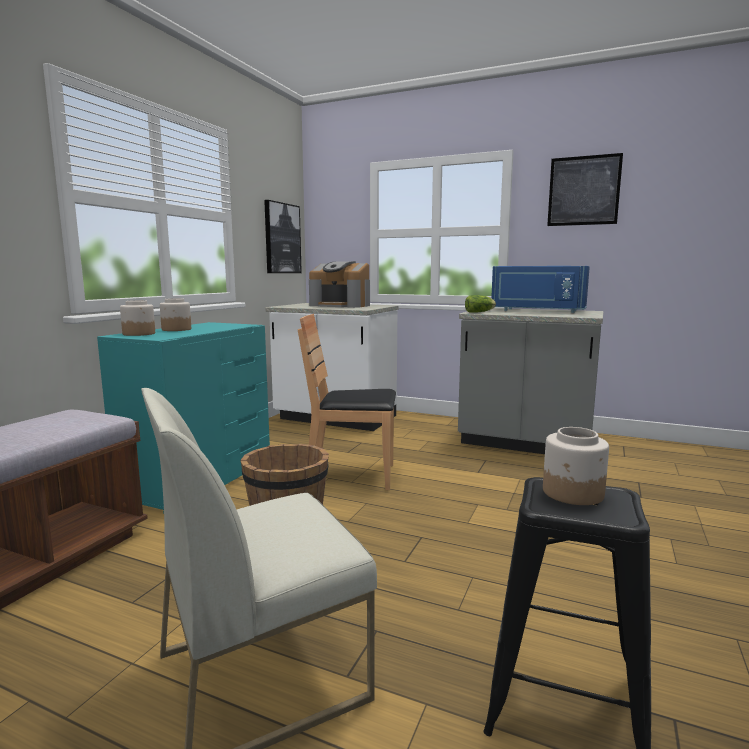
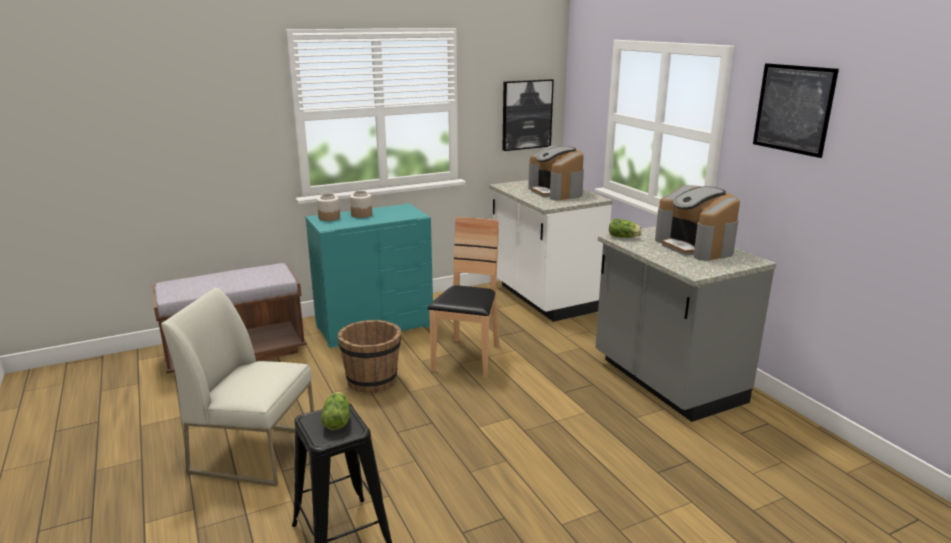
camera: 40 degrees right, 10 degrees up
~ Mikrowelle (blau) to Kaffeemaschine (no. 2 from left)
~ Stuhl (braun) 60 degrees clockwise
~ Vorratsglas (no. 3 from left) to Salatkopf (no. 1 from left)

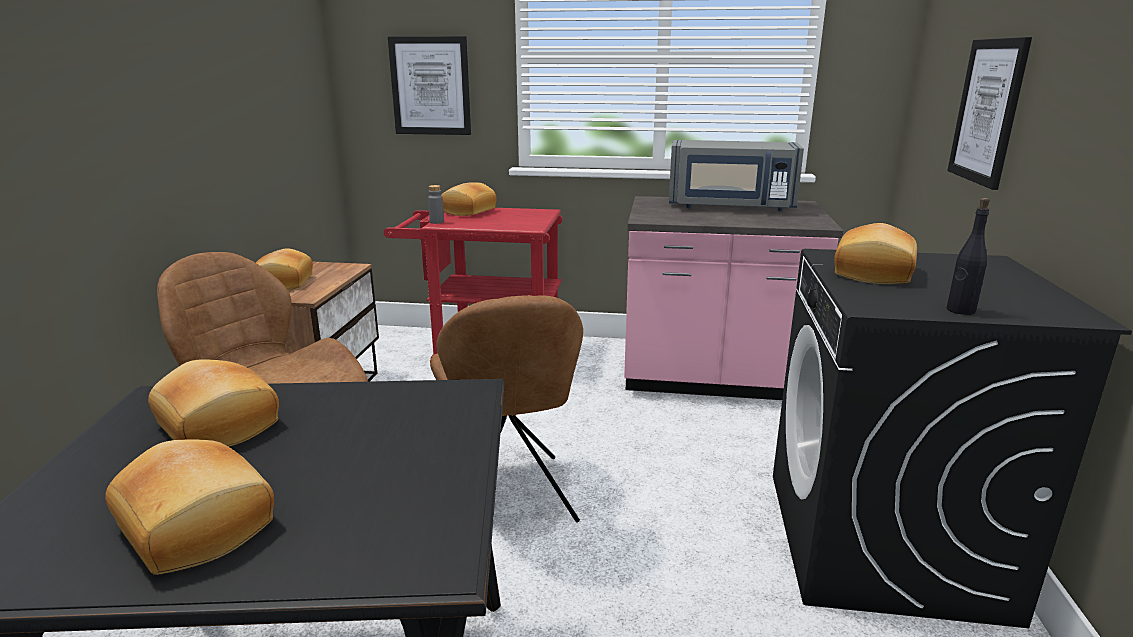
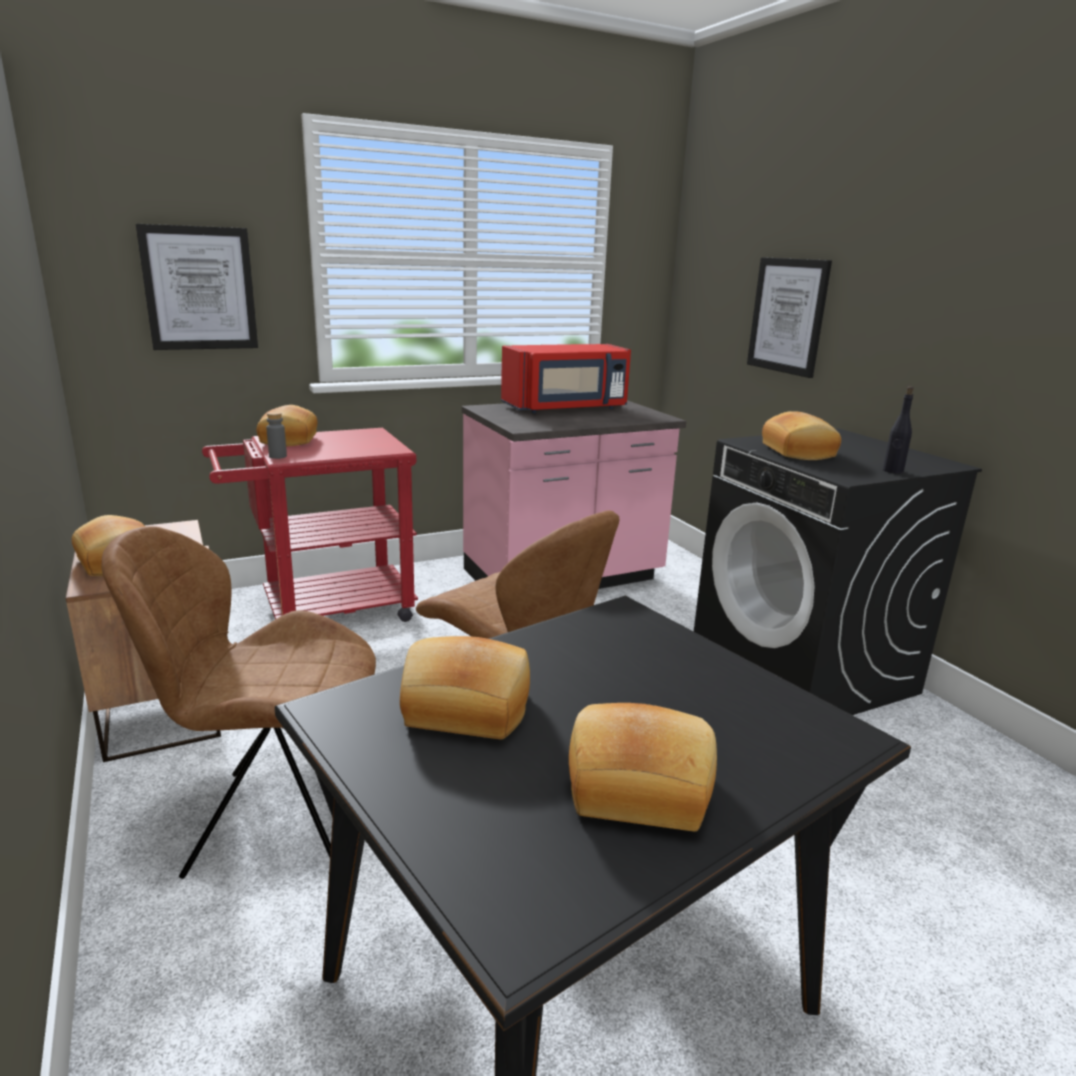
camera: 35 degrees left, 0 degrees up
~ Mikrowelle (grau) to Mikrowelle (rot)

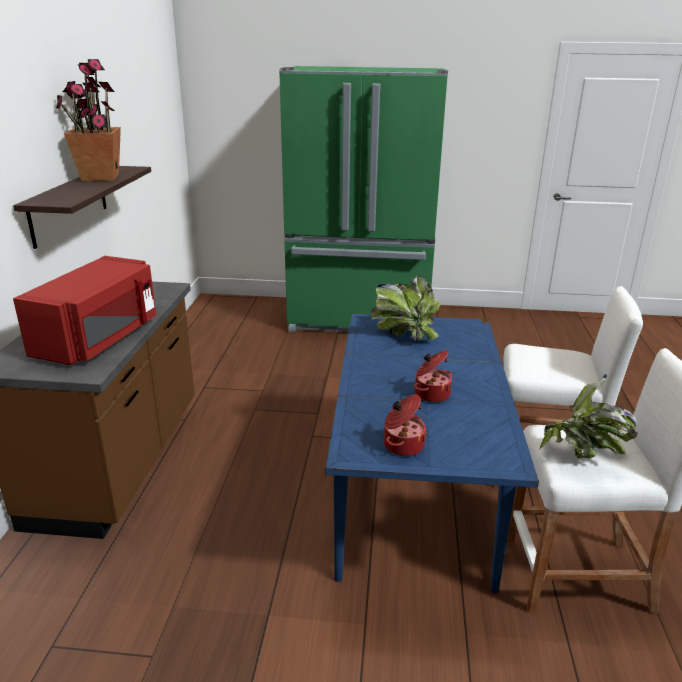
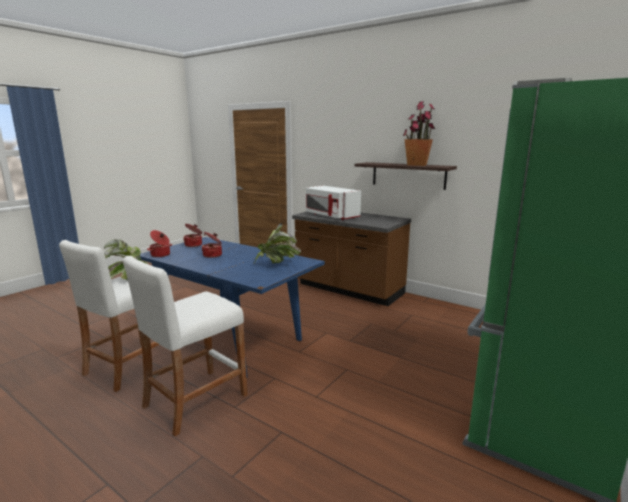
camera: 120 degrees right, 10 degrees down
~ Mikrowelle (rot) to Mikrowelle (weiß)
+ Kochtopf (no. 1 from left)

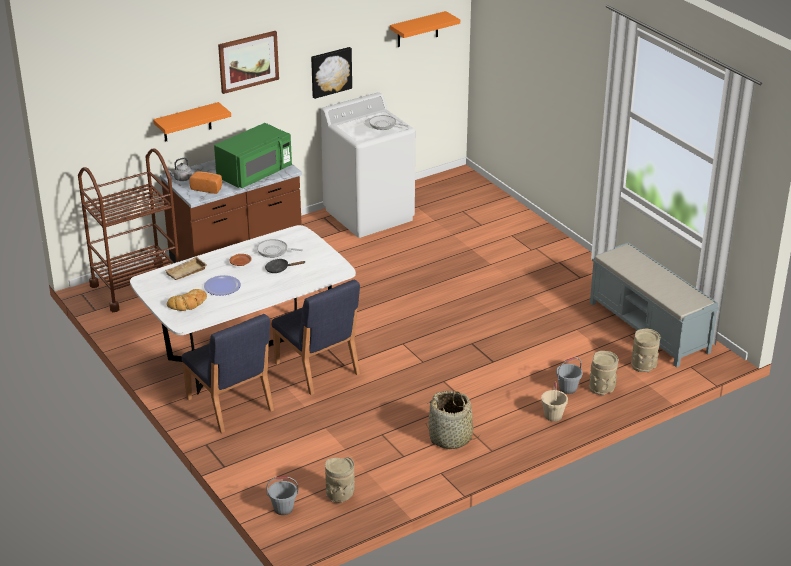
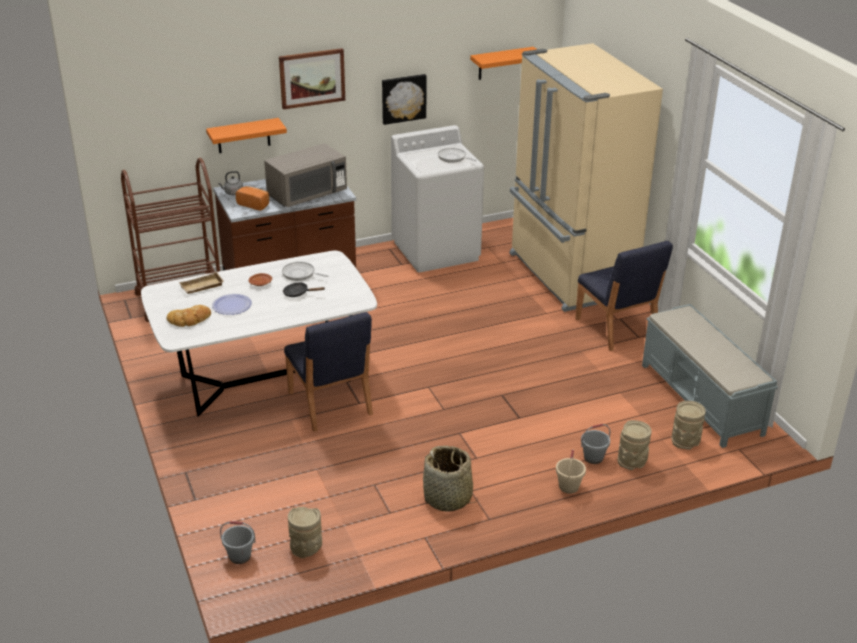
camera: 10 degrees right, 0 degrees up
~ Mikrowelle (grün) to Mikrowelle (grau)
~ Stuhl (blau) (no. 1 from left in the first image) to Stuhl (blau) (no. 2 from left)
+ Kühlschrank (beige)

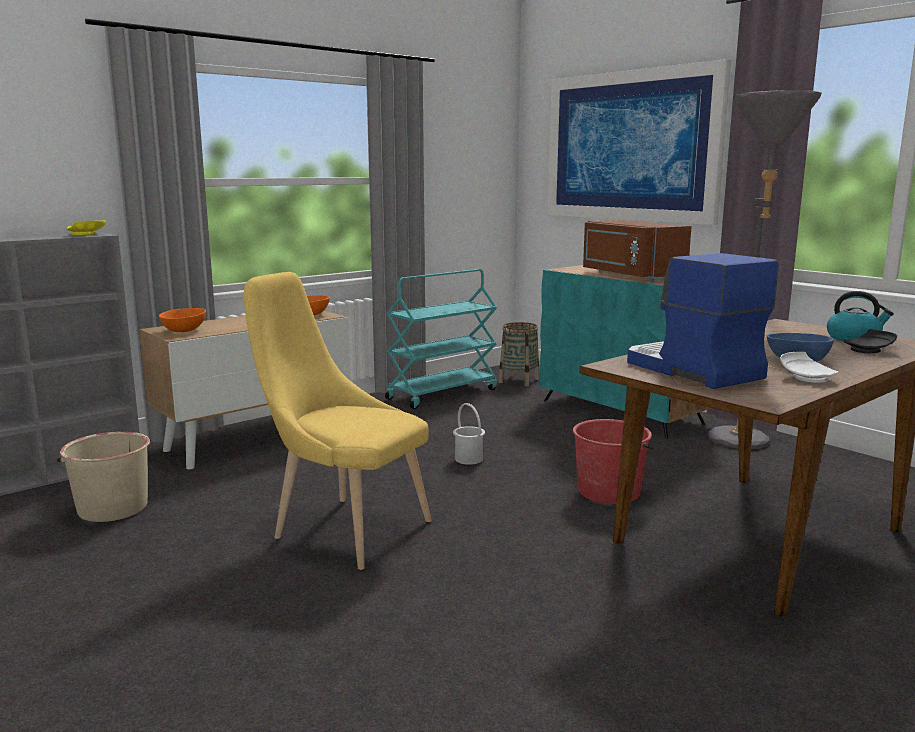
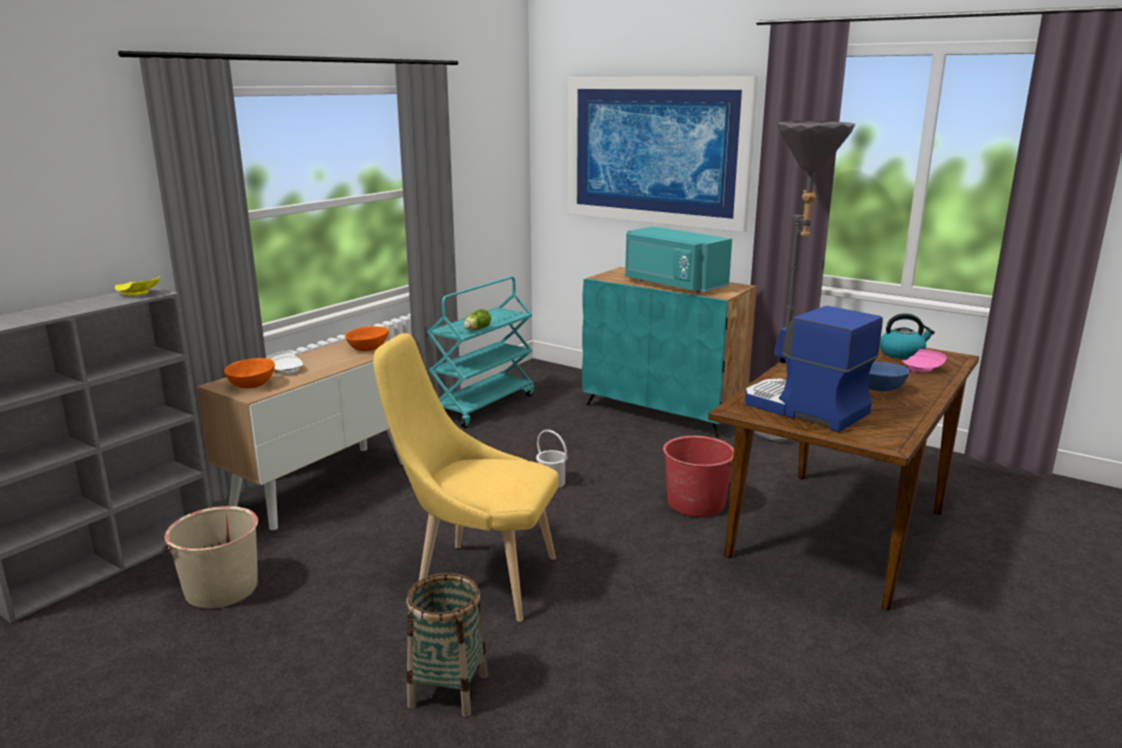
camera: 15 degrees left, 5 degrees up
~ Mikrowelle (braun) to Mikrowelle (türkis)
~ Korb
~ Teller (schwarz) to Teller (rosa)
~ Teller (weiß)
+ Salatkopf

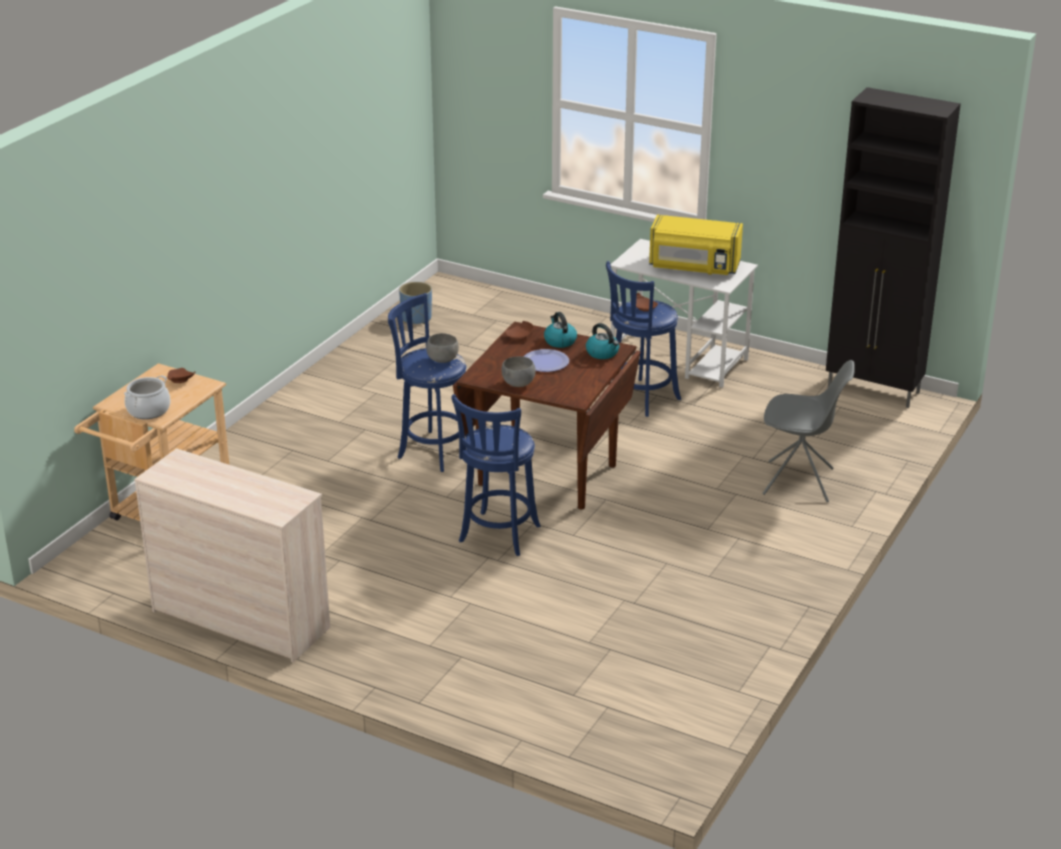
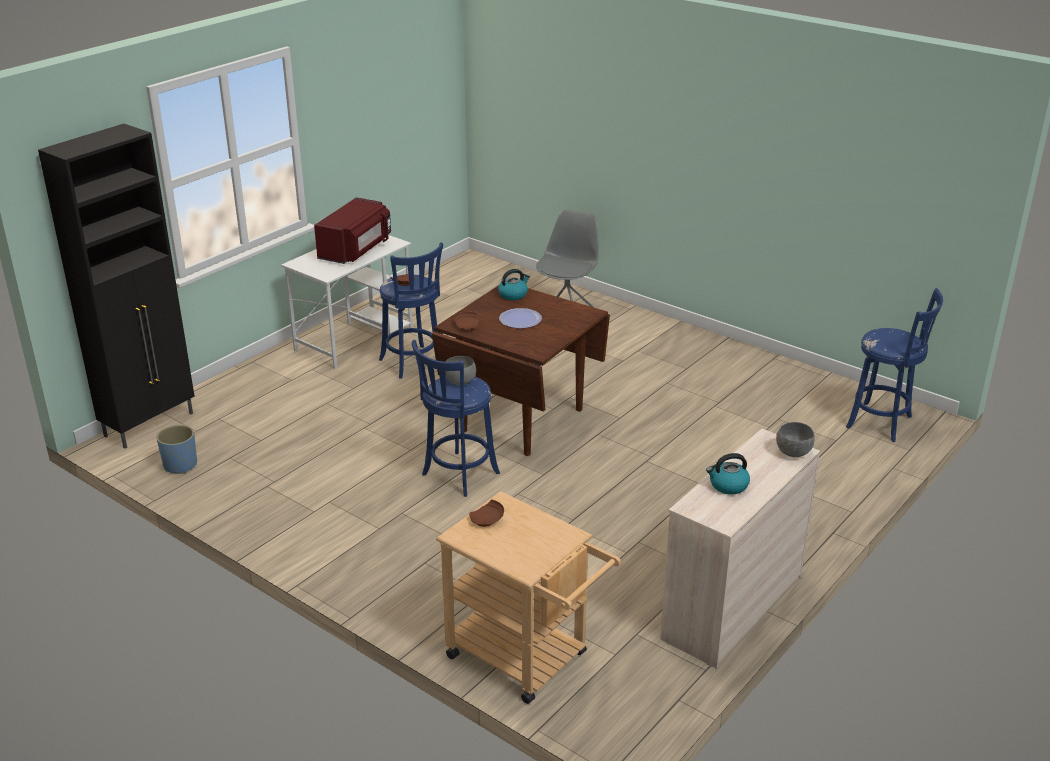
camera: 80 degrees left, 0 degrees up
~ Schrank (schwarz)
~ Mikrowelle (gelb) to Mikrowelle (rot)
~ Wasserkessel (no. 1 from left in the first image) to Wasserkessel (no. 2 from left)
~ Schüssel (grau) (no. 2 from left)
- Kochtopf
~ Hocker (blau) (no. 2 from left in the first image) to Hocker (blau) (no. 3 from left)

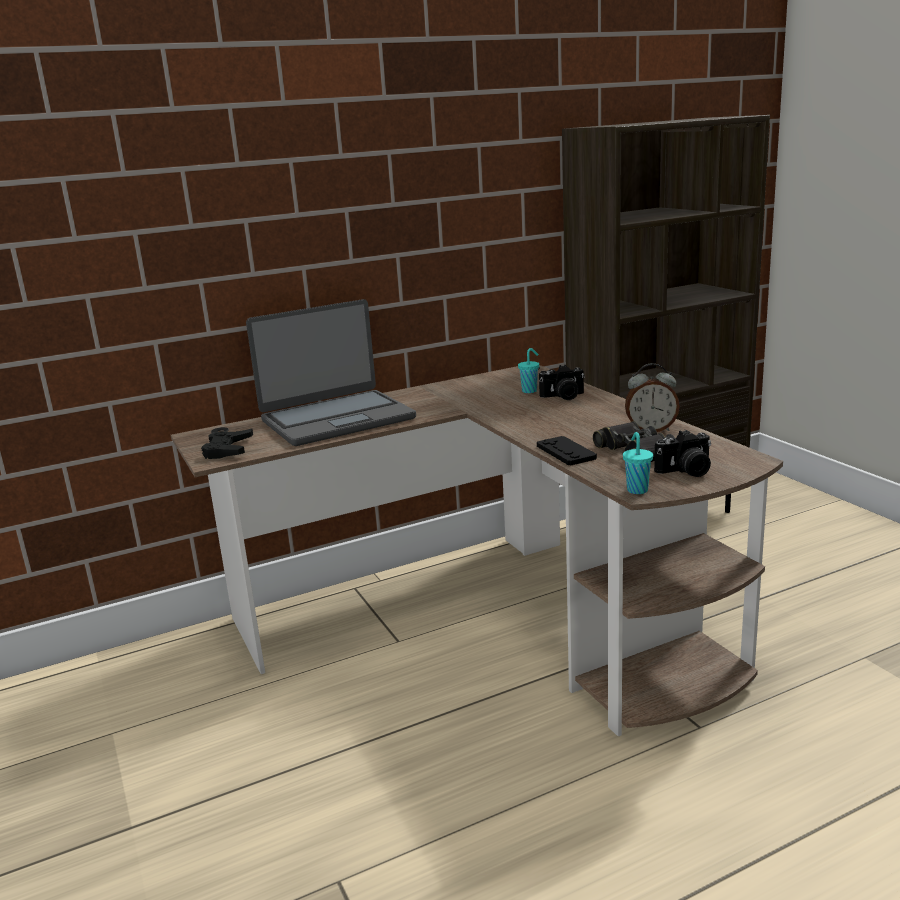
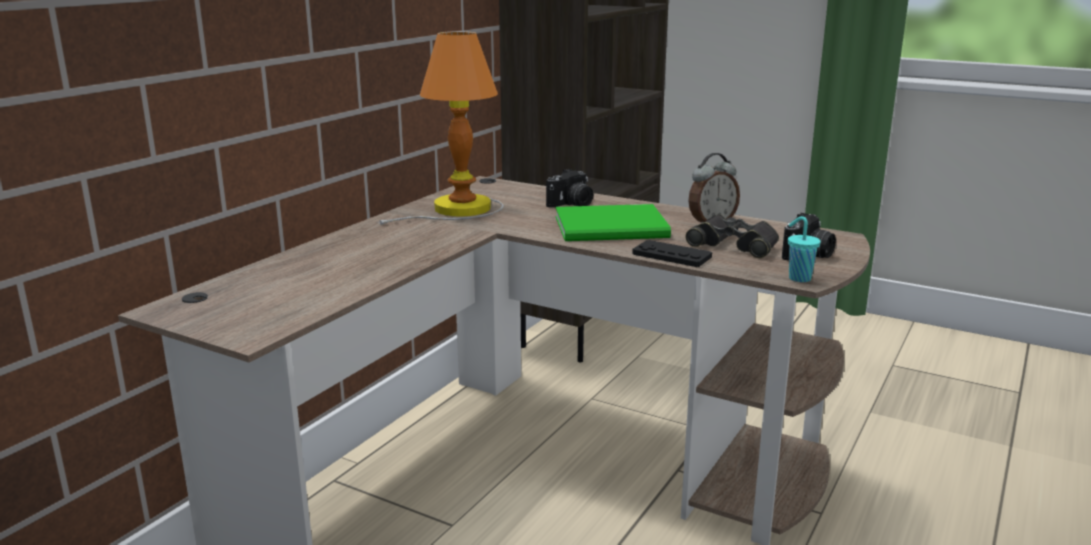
camera: 35 degrees left, 0 degrees up
- Laptop
- Tasse (türkis) (no. 1 from left)
- Gamepad (schwarz) (no. 1 from left)
+ Tischlampe
+ Buch (grün)

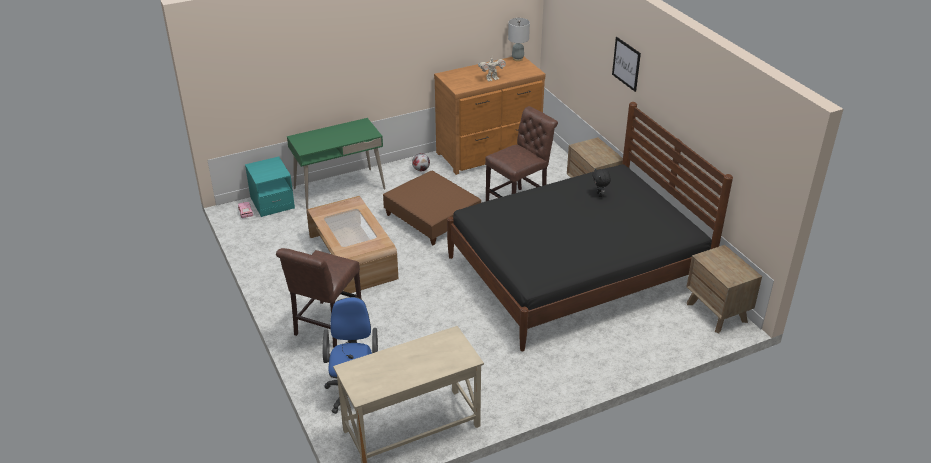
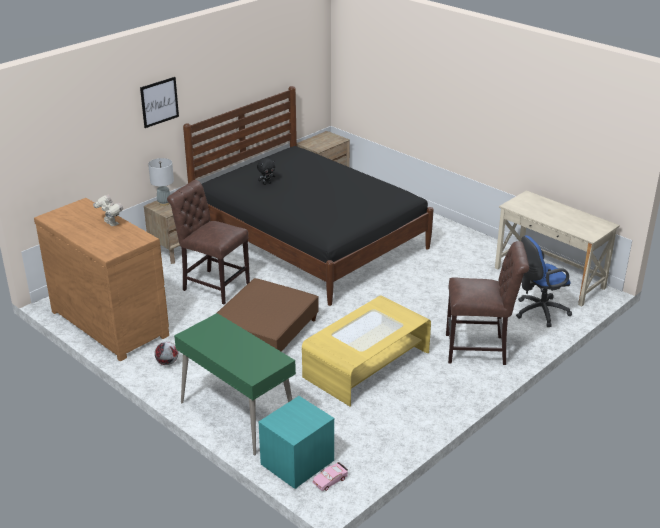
camera: 110 degrees left, 5 degrees down
~ Tischlampe (grau)
~ Couchtisch (braun) to Couchtisch (gelb)

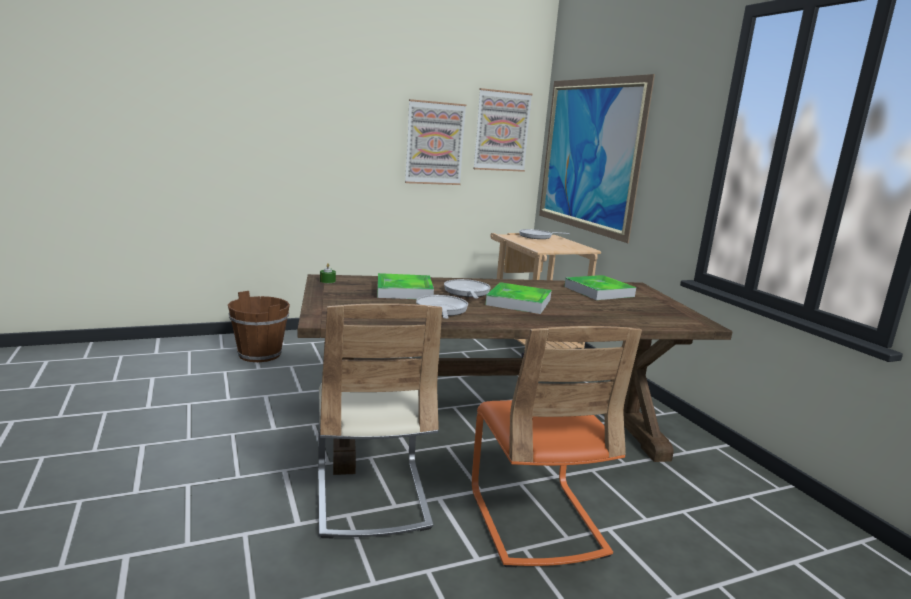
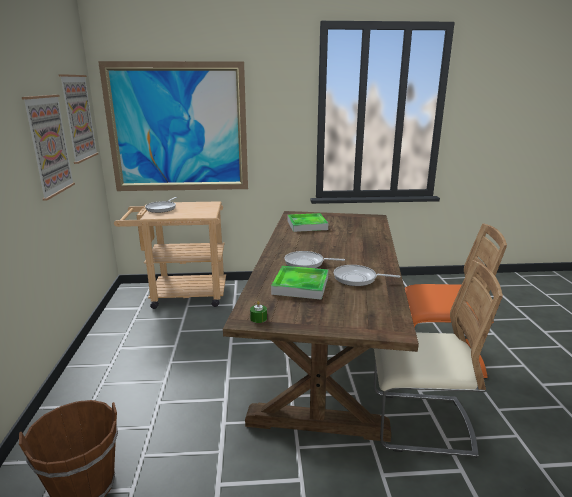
camera: 70 degrees left, 5 degrees up
- Tablett (no. 2 from left)

